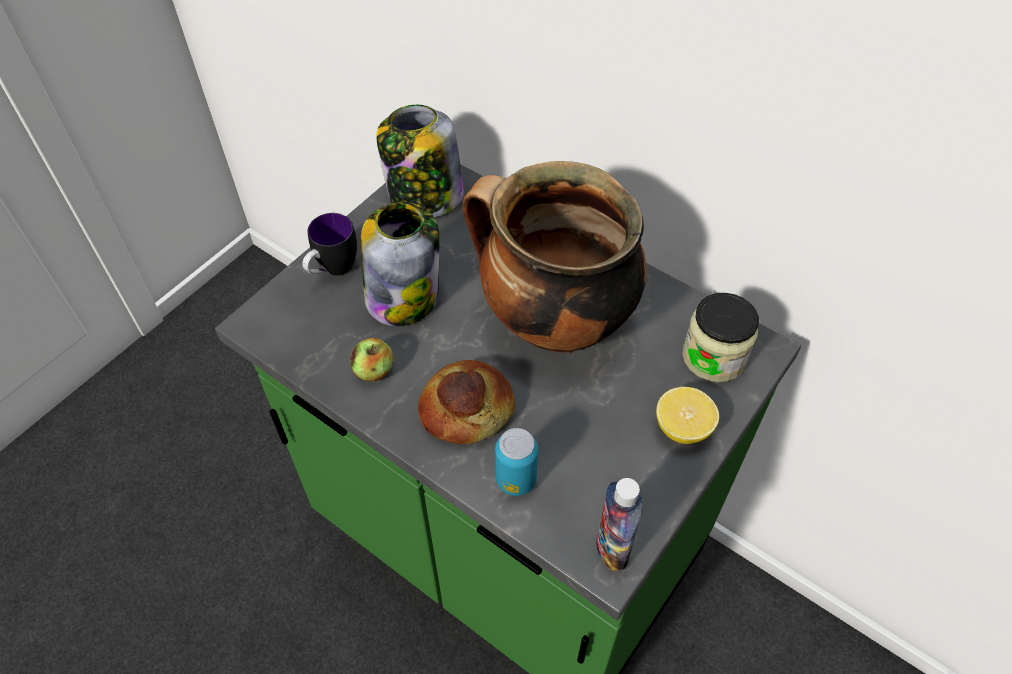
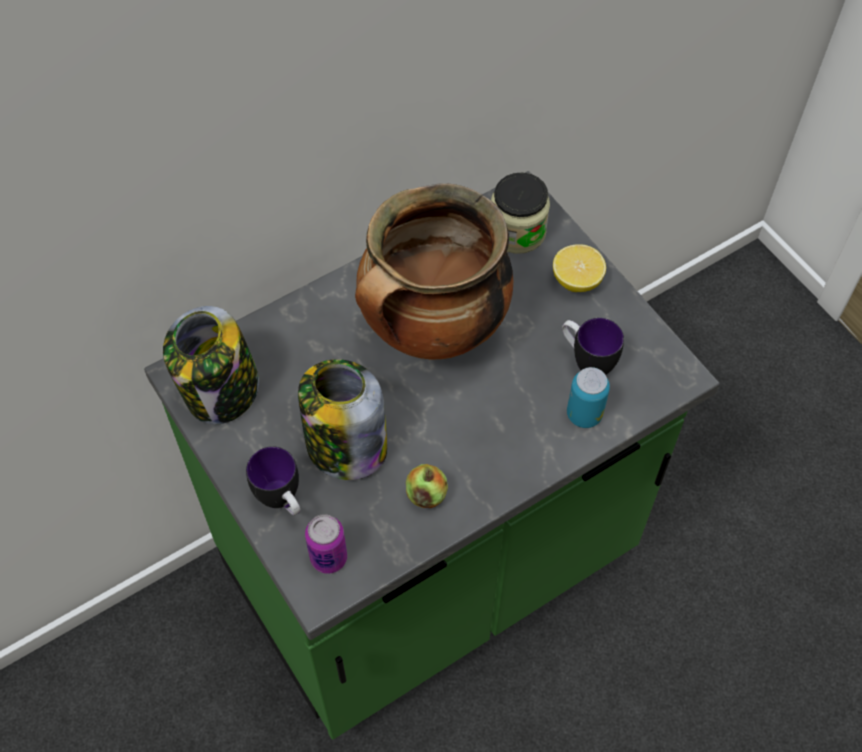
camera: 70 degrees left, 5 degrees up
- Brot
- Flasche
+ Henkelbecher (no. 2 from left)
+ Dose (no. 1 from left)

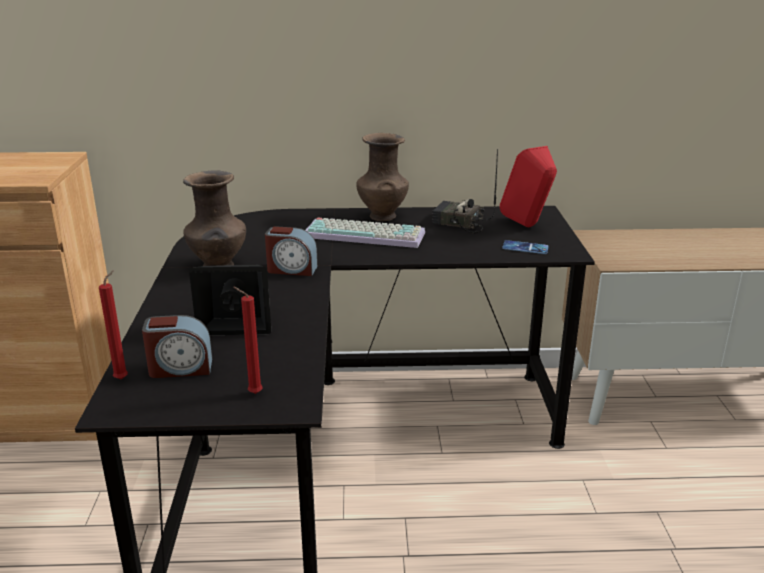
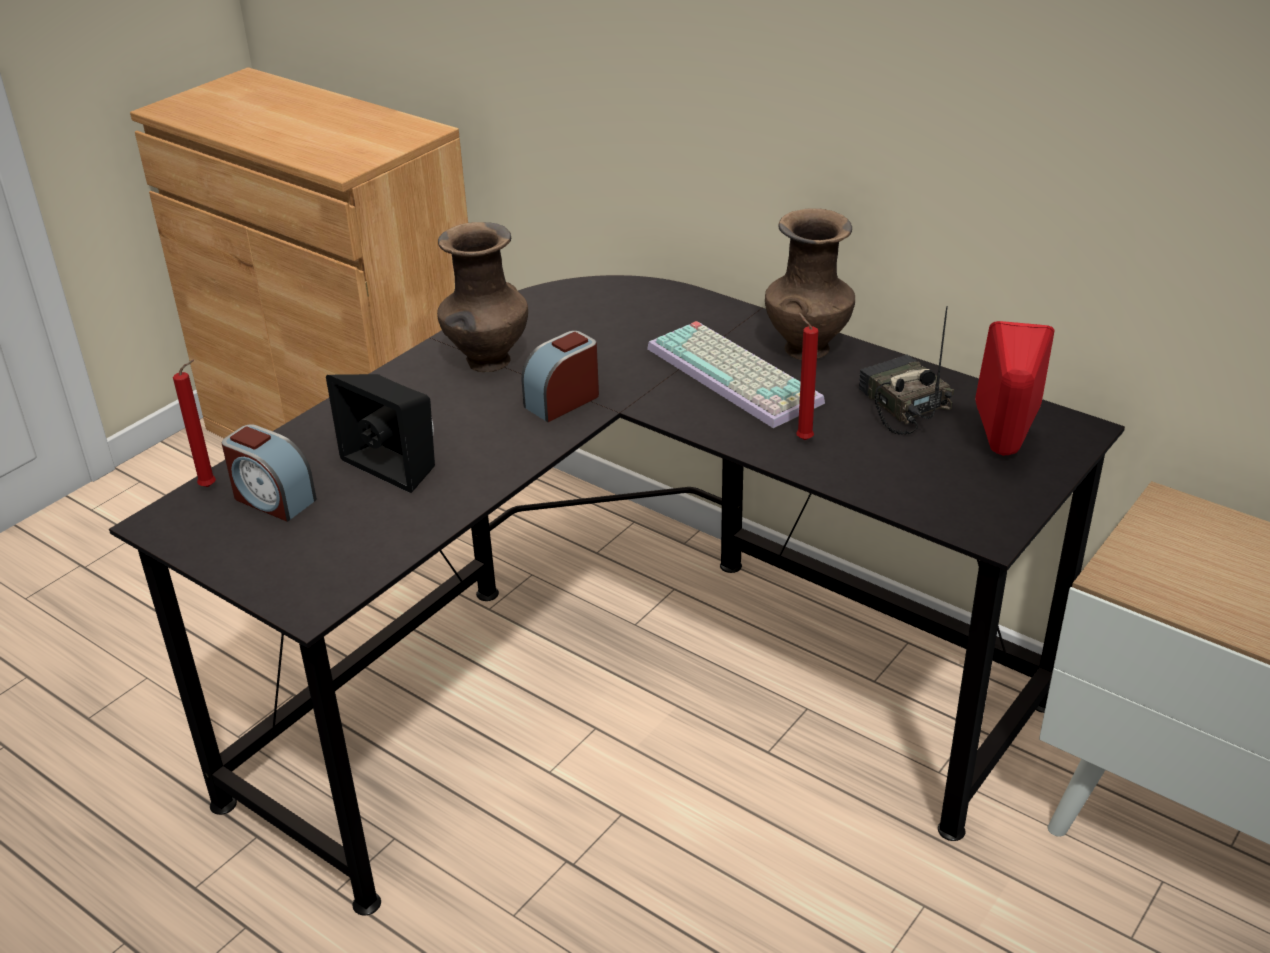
camera: 40 degrees right, 10 degrees up
~ Wecker (no. 2 from left) 90 degrees clockwise
- Handy
~ Kerze (rot) (no. 2 from left)

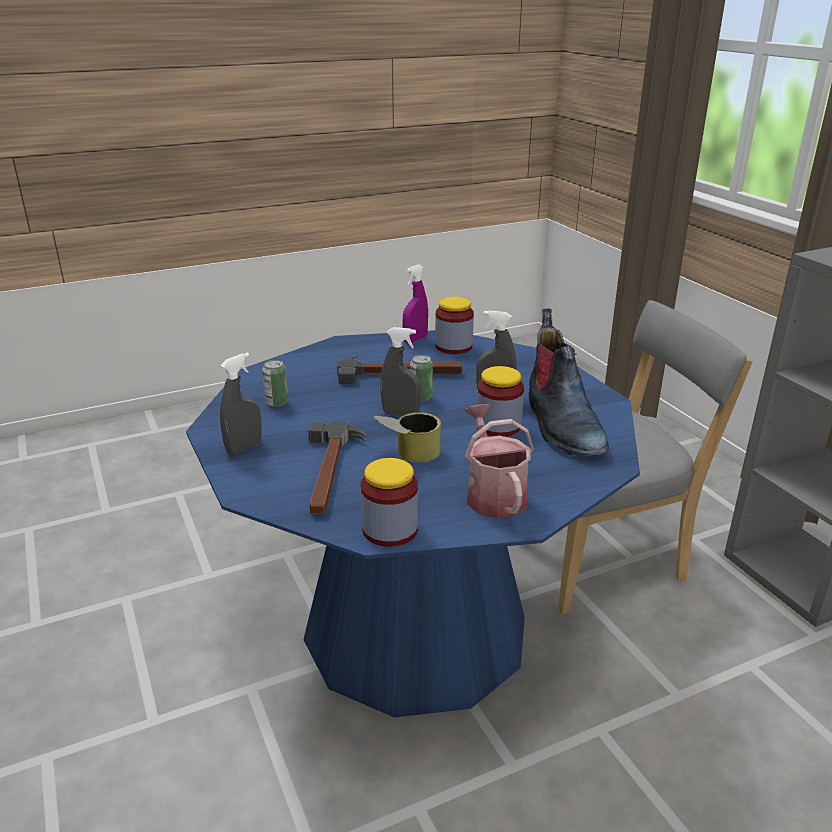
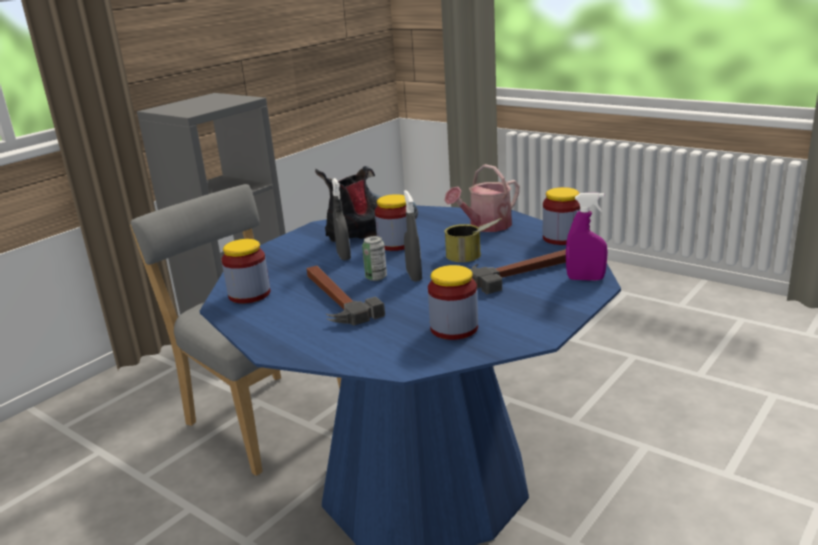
camera: 115 degrees left, 5 degrees down
~ Sprühflasche (lila)
- Sprühflasche (grau) (no. 1 from left)
~ Dose (no. 1 from left) to Vorratsglas (no. 3 from left)

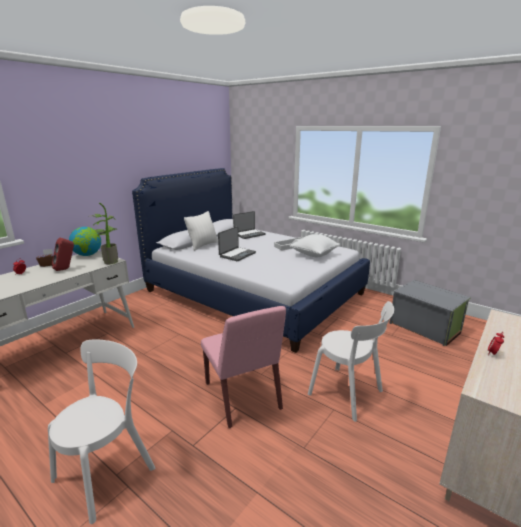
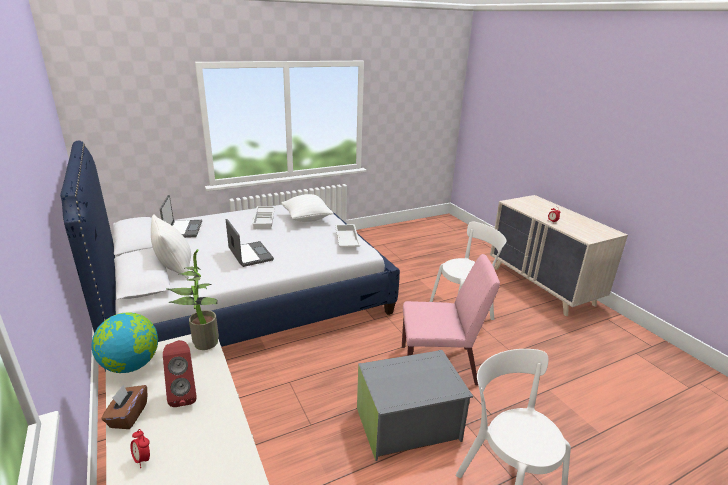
camera: 65 degrees left, 5 degrees up
~ Aufbewahrungsbox (grau)
+ Tablett (weiß) (no. 2 from left)

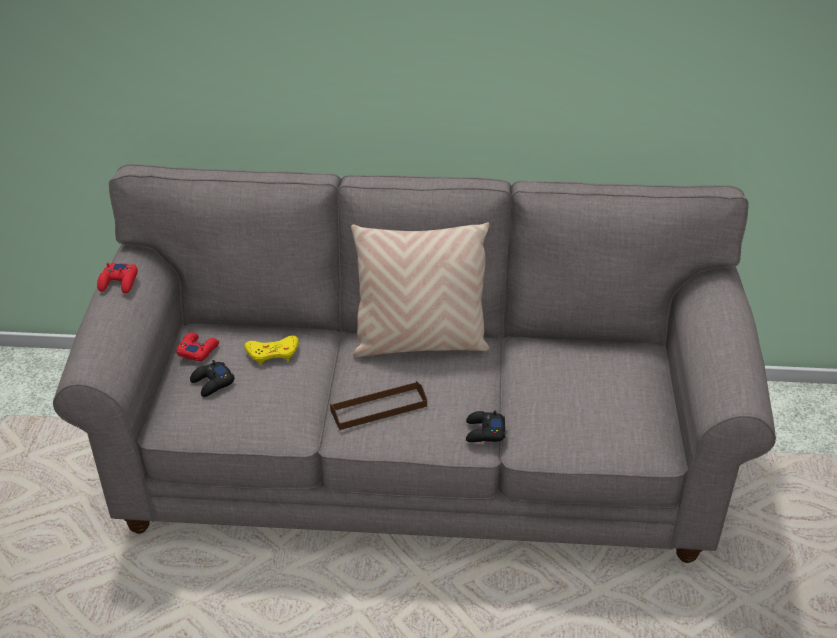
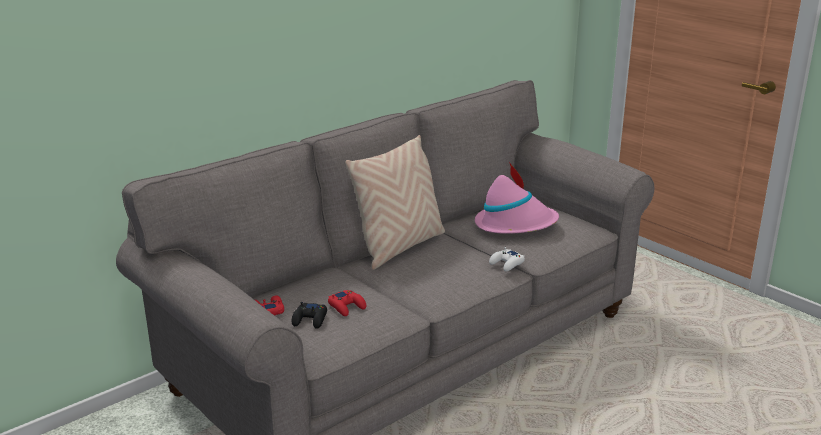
camera: 45 degrees left, 15 degrees down
~ Gamepad (rot) (no. 1 from left in the first image) to Gamepad (rot) (no. 2 from left)
- Gamepad (gelb)
- Tablett (braun)
~ Gamepad (schwarz) (no. 2 from left) to Gamepad (weiß)
+ Hut (rosa)

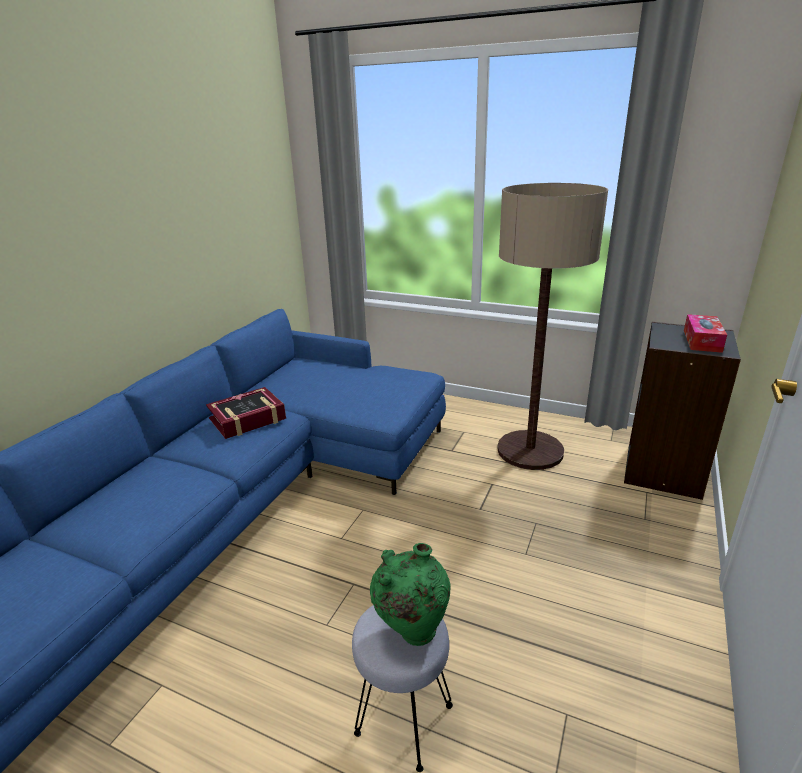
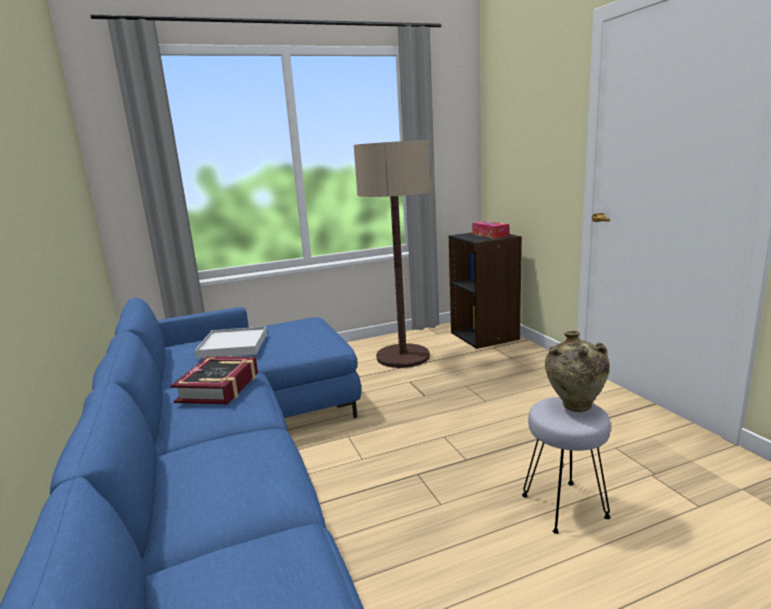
camera: 45 degrees left, 10 degrees down
~ Vase (grün) to Vase (beige)
+ Tablett (weiß)

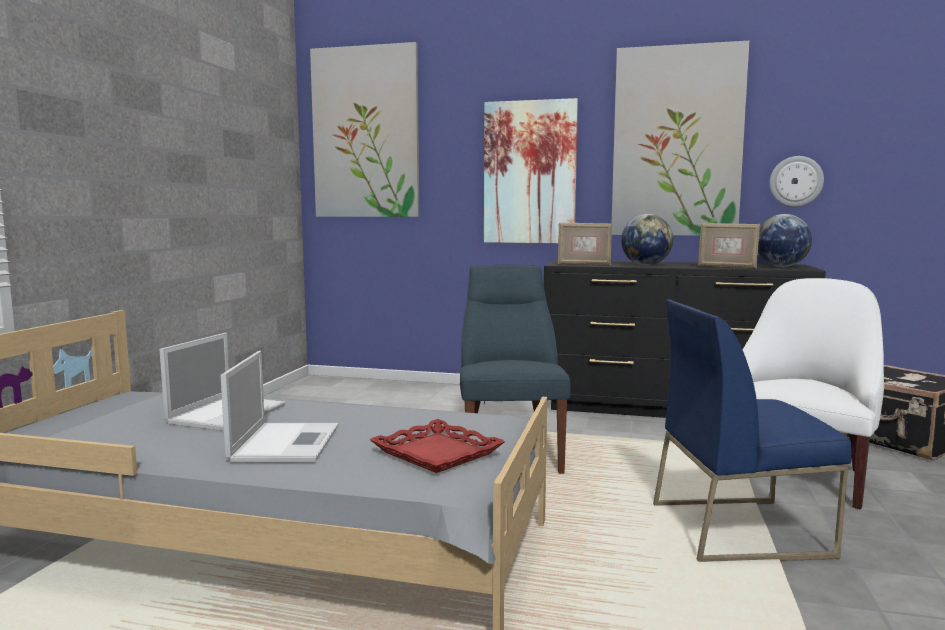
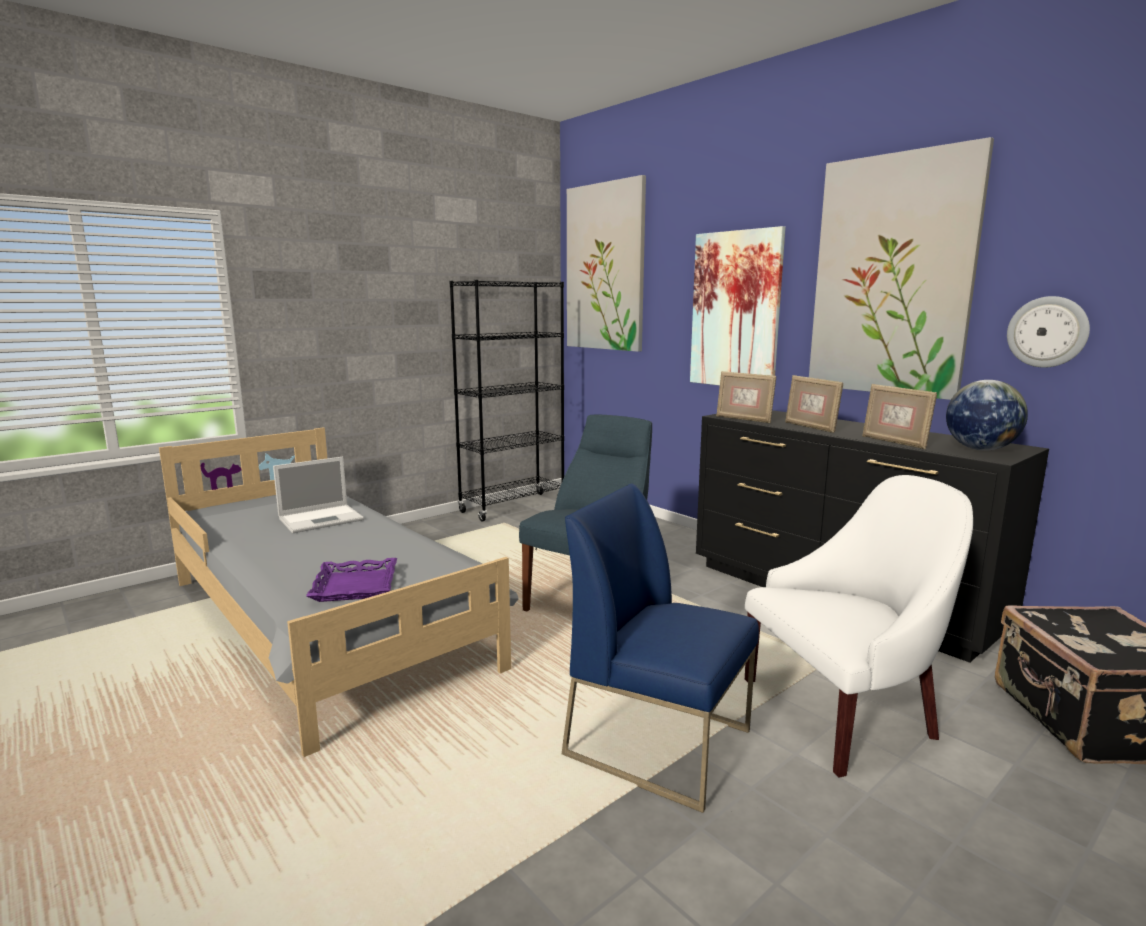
camera: 35 degrees right, 5 degrees up
~ Globus (no. 1 from left) to Bilderrahmen (no. 2 from left)
- Laptop (no. 2 from left)
~ Tablett (rot) to Tablett (lila)
+ Bücherregal (schwarz)

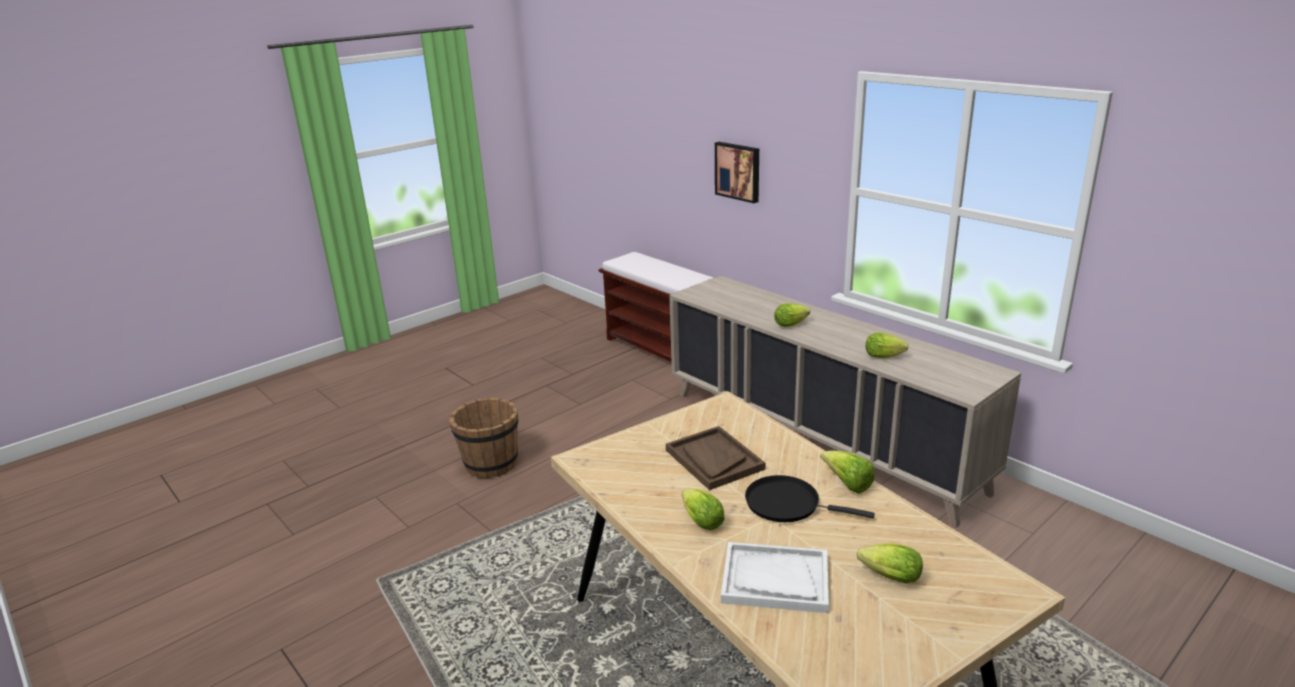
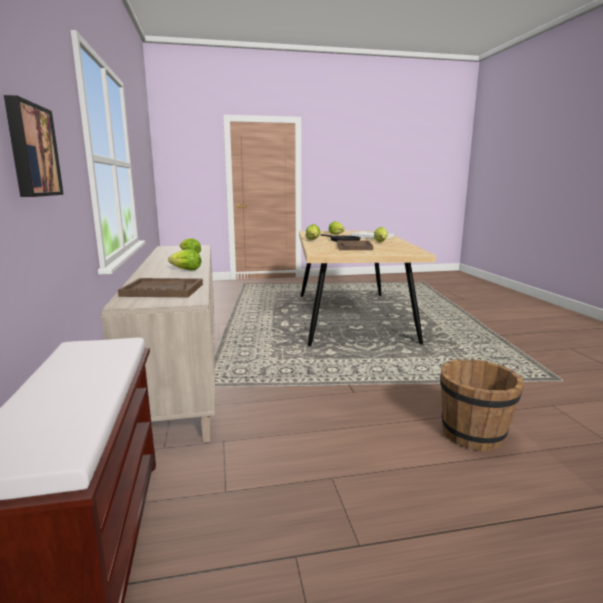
camera: 150 degrees left, 10 degrees down
+ Tablett (braun) (no. 1 from left)

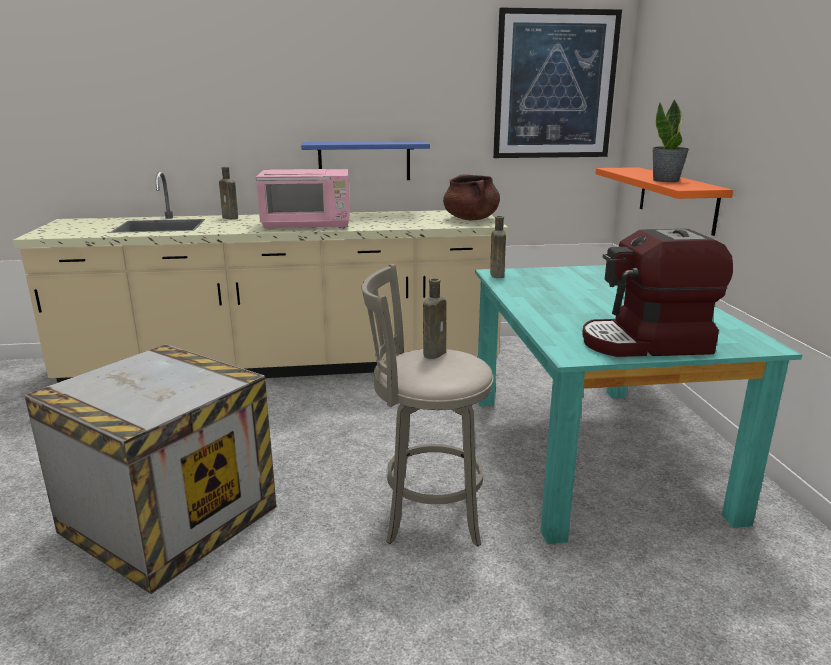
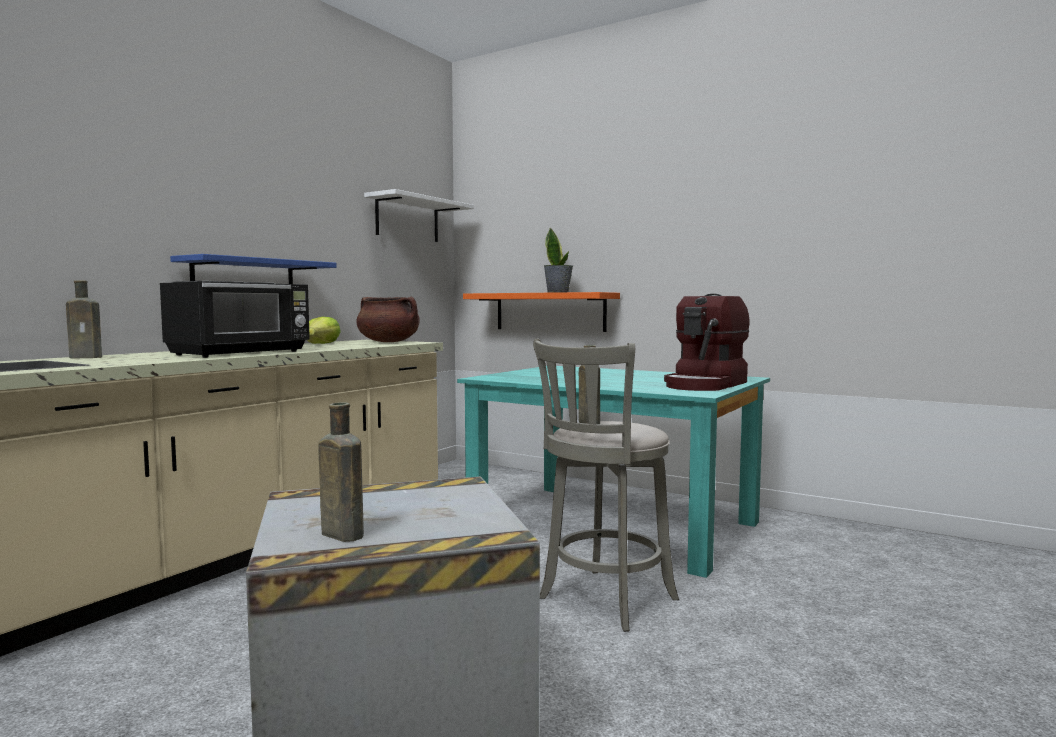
camera: 50 degrees left, 15 degrees down
~ Bild to Wandregal (weiß)
~ Mikrowelle (rosa) to Mikrowelle (schwarz)
~ Flasche (braun) (no. 3 from left in the first image) to Flasche (braun) (no. 2 from left)
+ Salatkopf

